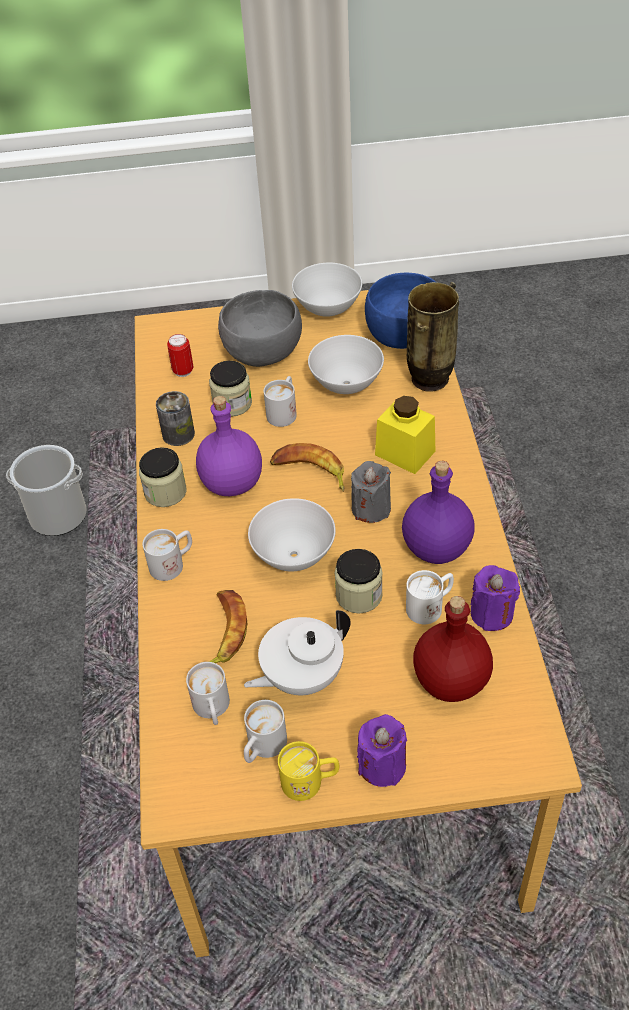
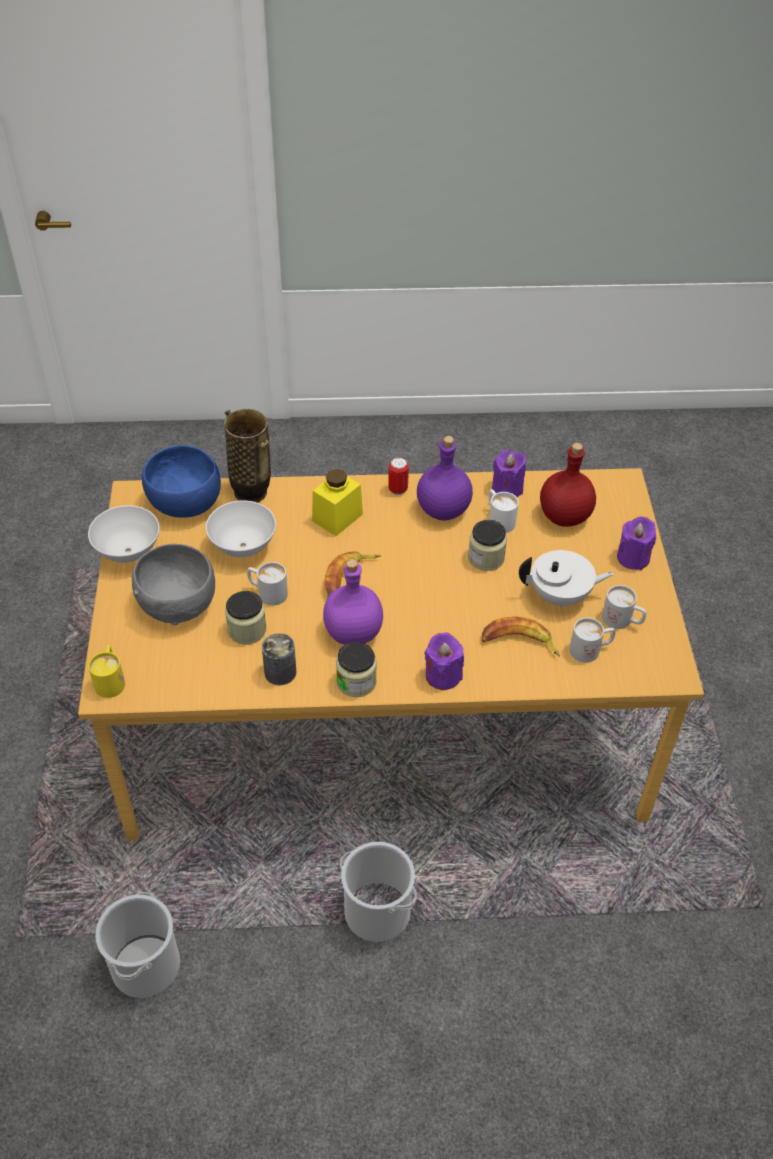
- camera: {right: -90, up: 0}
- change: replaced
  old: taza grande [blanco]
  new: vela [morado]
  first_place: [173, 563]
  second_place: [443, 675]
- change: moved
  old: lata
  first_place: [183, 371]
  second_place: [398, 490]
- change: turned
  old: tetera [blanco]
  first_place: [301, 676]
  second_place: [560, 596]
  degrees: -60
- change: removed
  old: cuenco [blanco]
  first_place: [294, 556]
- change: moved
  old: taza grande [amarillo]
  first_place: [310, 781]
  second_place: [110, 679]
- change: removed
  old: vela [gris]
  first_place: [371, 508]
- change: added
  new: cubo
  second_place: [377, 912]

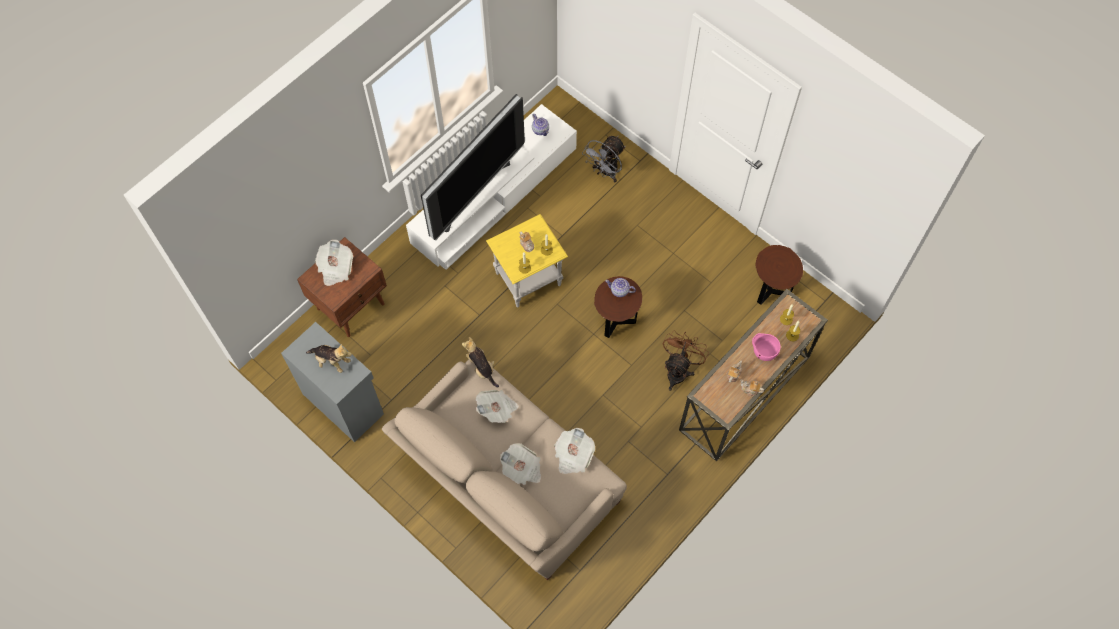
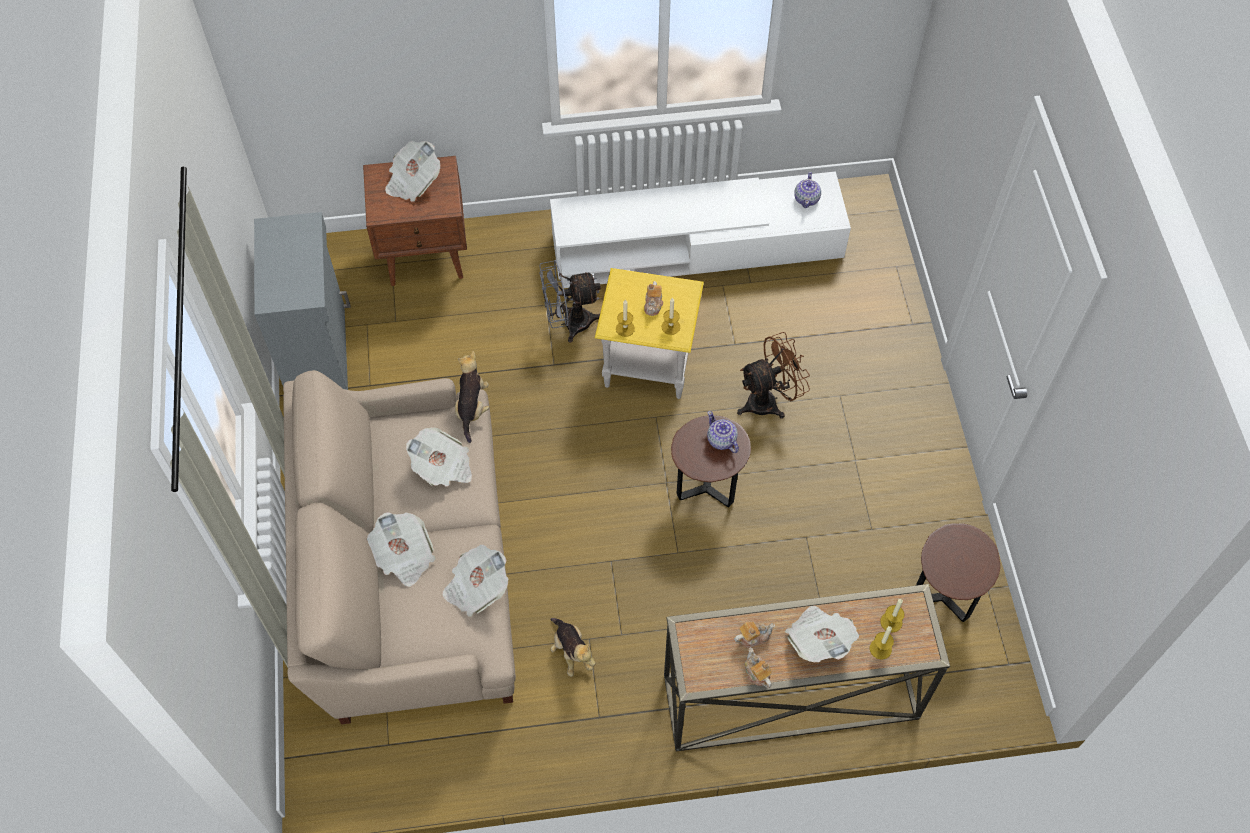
- camera: {right: 40, up: -5}
- change: moved
  old: peluche
  first_place: [331, 361]
  second_place: [571, 652]
- change: removed
  old: televisor
  first_place: [472, 192]
- change: moved
  old: ventilador [gris]
  first_place: [605, 172]
  second_place: [569, 323]
- change: moved
  old: ventilador [marrón]
  first_place: [678, 370]
  second_place: [769, 401]
- change: replaced
  old: cuenco [rosa]
  new: periódico
  first_place: [763, 352]
  second_place: [819, 640]

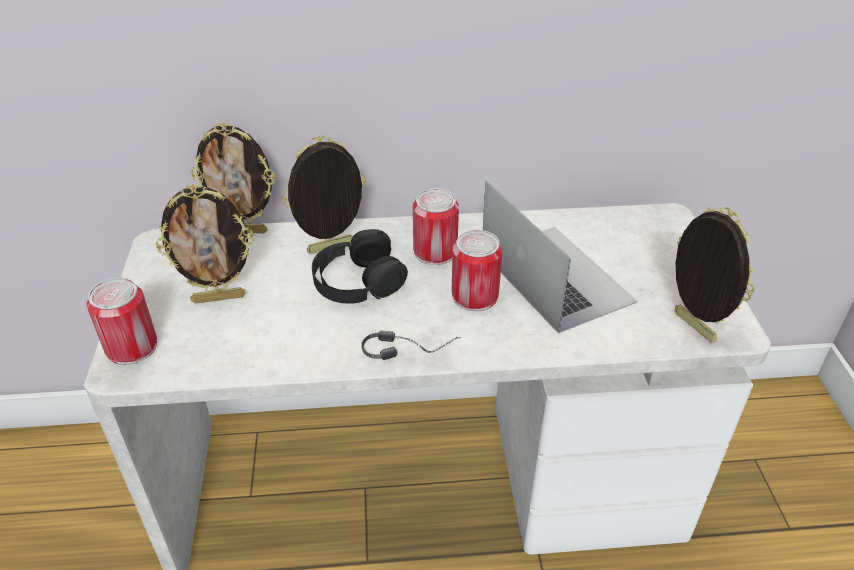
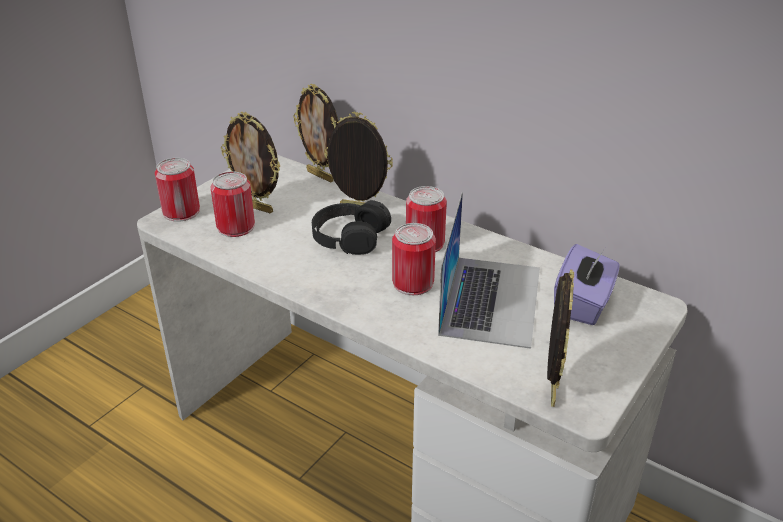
- camera: {right: 40, up: -5}
- change: removed
  old: auriculares
  first_place: [410, 348]
- change: added
  new: lata
  second_place: [236, 227]
- change: added
  new: caja de pañuelos [morado]
  second_place: [583, 304]

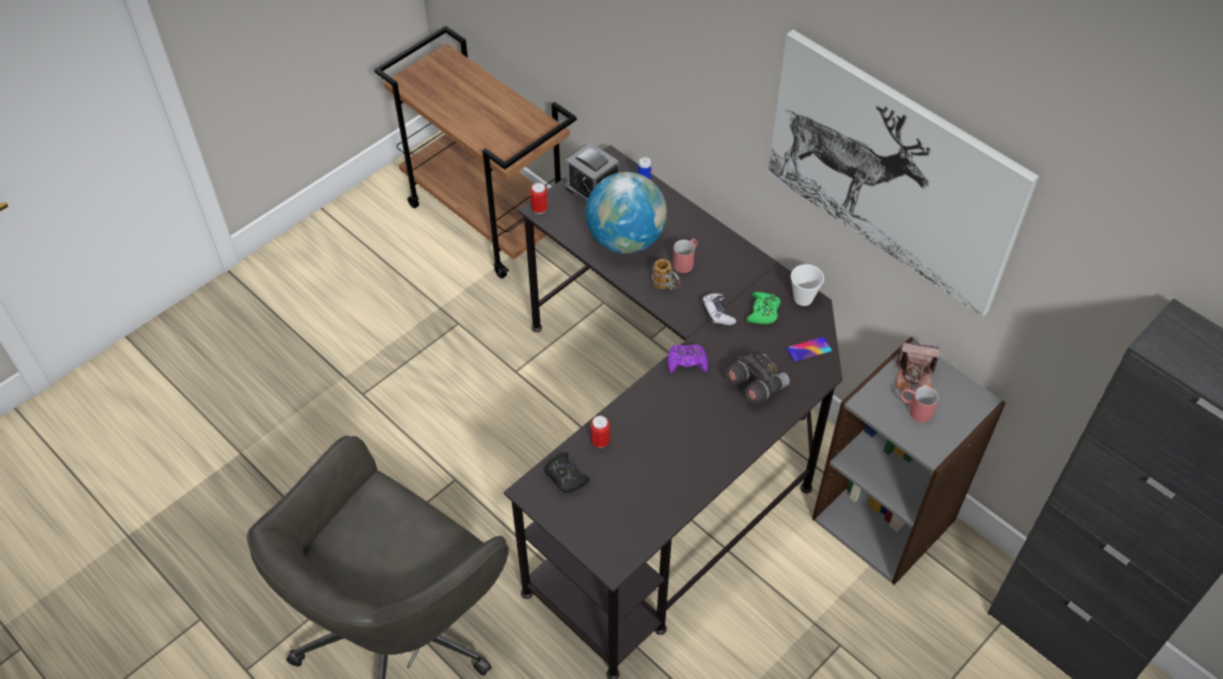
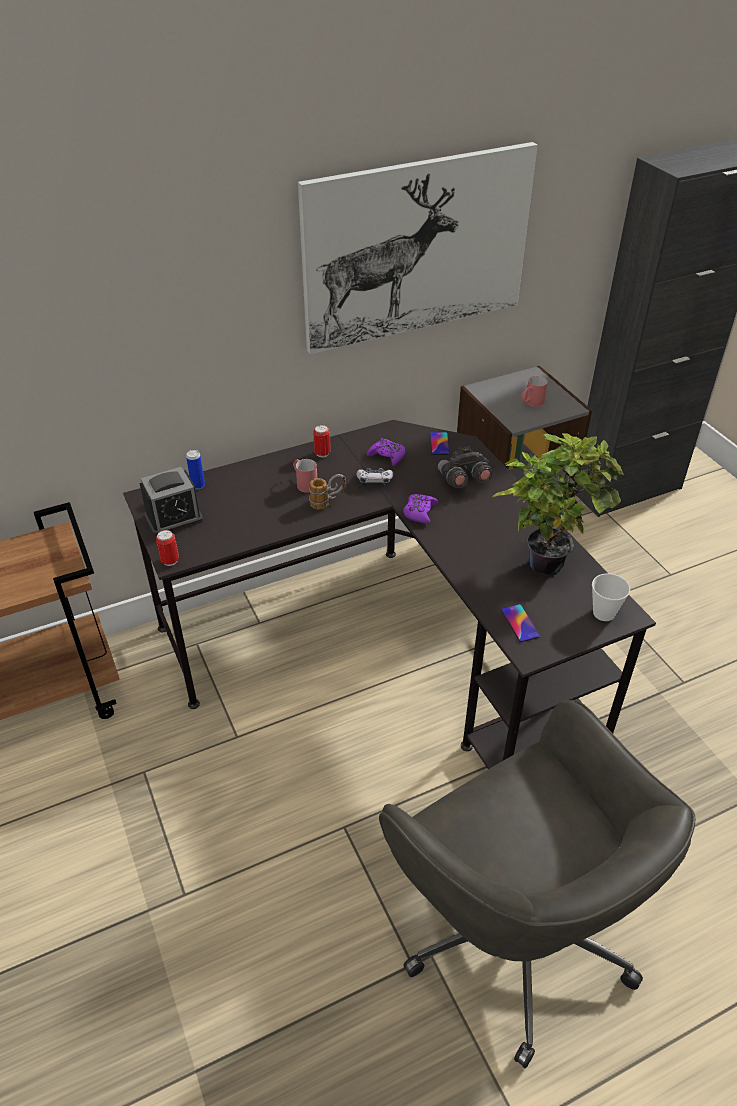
- camera: {right: -70, up: -10}
- change: replaced
  old: mando de consola [negro]
  new: móvil
  first_place: [565, 477]
  second_place: [520, 623]
- change: removed
  old: globo terráqueo
  first_place: [625, 239]
- change: moved
  old: lata
  first_place: [600, 441]
  second_place: [322, 453]
- change: recoloured
  old: mando de consola [verde]
  new: mando de consola [morado]
  first_place: [763, 312]
  second_place: [387, 456]
- change: moved
  old: taza
  first_place: [803, 298]
  second_place: [603, 613]
- change: removed
  old: cámara
  first_place: [914, 376]
- change: added
  new: planta en maceta
  second_place: [546, 558]

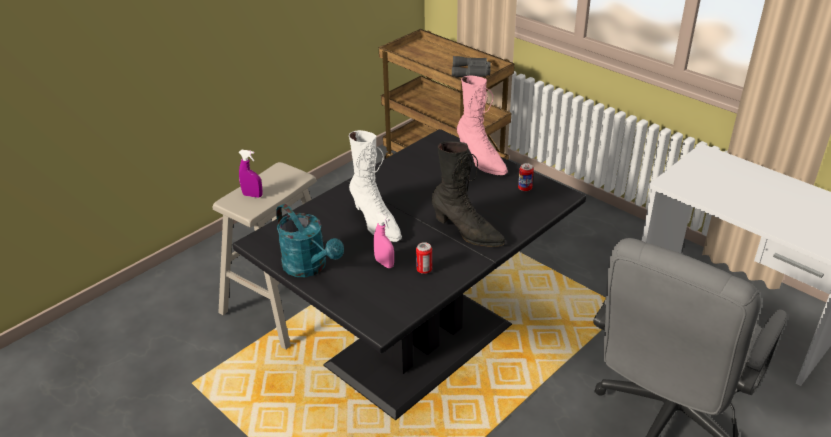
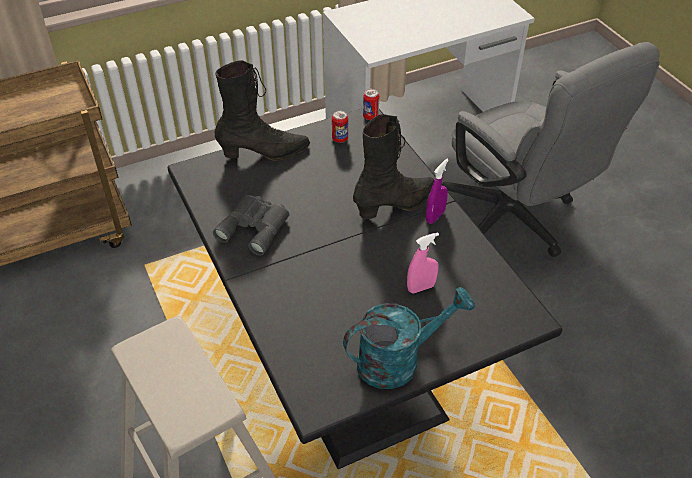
- camera: {right: -70, up: 10}
- change: moved
  old: pulverizador [morado]
  first_place: [252, 195]
  second_place: [435, 216]
- change: removed
  old: bota [blanco]
  first_place: [375, 223]
- change: moved
  old: lata
  first_place: [424, 270]
  second_place: [370, 116]
- change: moved
  old: prismáticos [gris]
  first_place: [472, 72]
  second_place: [255, 227]
- change: recoloured
  old: bota [rosa]
  new: bota [negro]
  first_place: [481, 160]
  second_place: [264, 153]

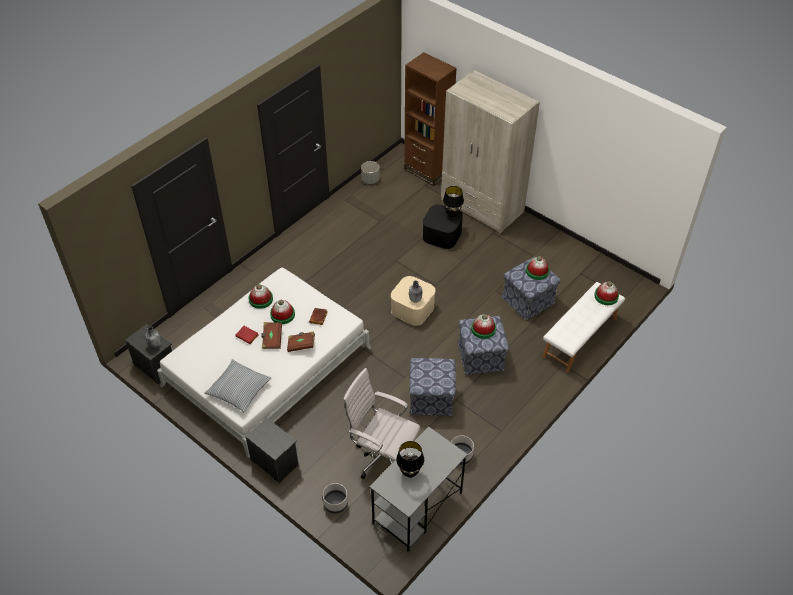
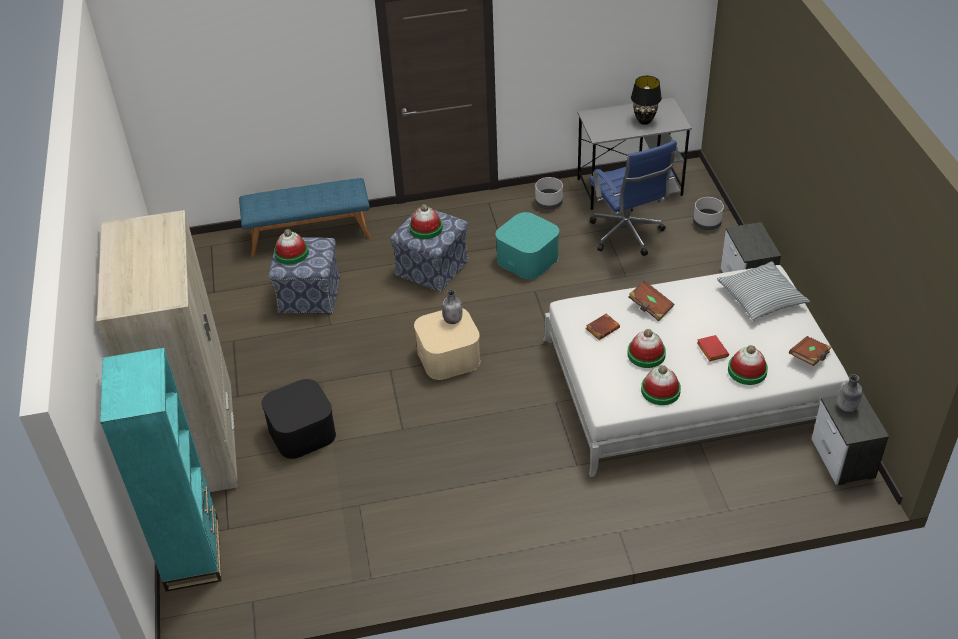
- camera: {right: -140, up: -5}
- change: moved
  old: libro [marrón]
  first_place: [272, 339]
  second_place: [809, 357]
- change: recoloured
  old: silla de oficina [blanco]
  new: silla de oficina [azul]
  first_place: [382, 457]
  second_place: [627, 236]
- change: removed
  old: maceta [gris]
  first_place: [370, 180]
- change: recoloured
  old: estantería [marrón]
  new: estantería [turquesa]
  first_place: [427, 171]
  second_place: [193, 554]
- change: replaced
  old: puf
  new: caja de almacenaje [turquesa]
  first_place: [431, 398]
  second_place: [527, 258]
- change: removed
  old: lámpara de mesa [negro]
  first_place: [452, 214]
- change: recoloured
  old: banco [blanco]
  new: banco [azul]
  first_place: [580, 338]
  second_place: [309, 234]
- change: moved
  old: sombrero
  first_place: [606, 296]
  second_place: [747, 370]

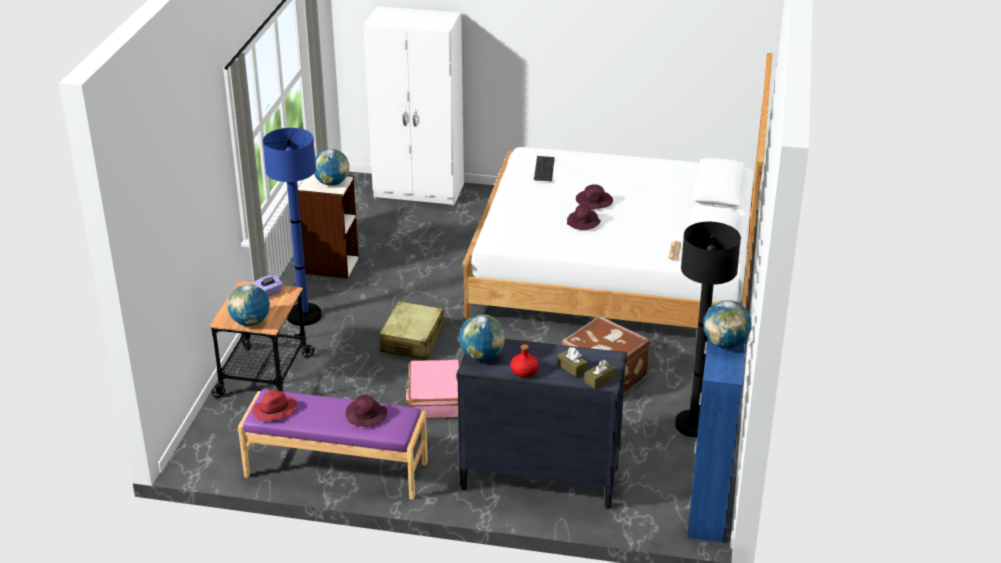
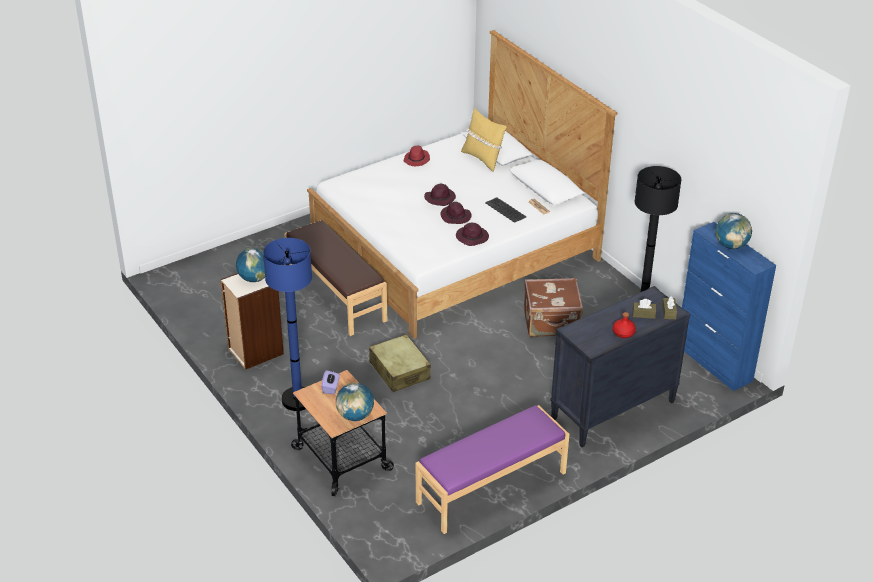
- camera: {right: -45, up: 5}
- change: moved
  old: sombrero [rojo]
  first_place: [274, 411]
  second_place: [417, 160]
- change: moved
  old: sombrero [morado]
  first_place: [366, 415]
  second_place: [472, 237]
- change: removed
  old: armario ropero [blanco]
  first_place: [419, 191]
- change: removed
  old: maleta [rosa]
  first_place: [434, 398]
- change: removed
  old: globo terráqueo
  first_place: [482, 356]
- change: moved
  old: teclado
  first_place: [544, 169]
  second_place: [505, 210]
- change: added
  new: banco [marrón]
  second_place: [336, 294]
- change: added
  new: cojín [amarillo]
  second_place: [482, 159]

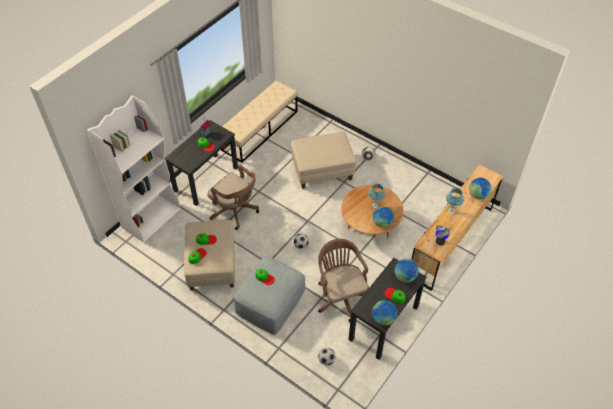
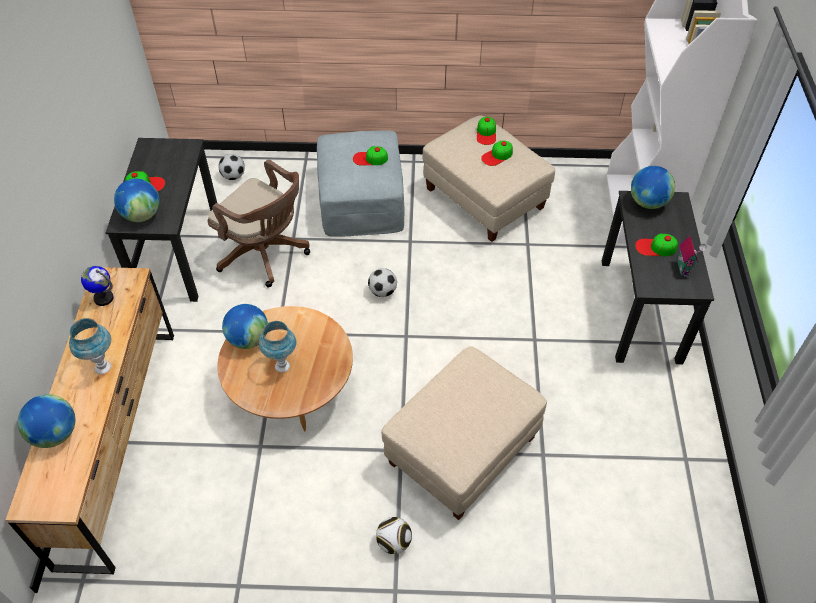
- camera: {right: 145, up: 0}
- change: removed
  old: silla de oficina [marrón]
  first_place: [236, 211]
- change: removed
  old: banco [beis]
  first_place: [260, 130]
- change: moved
  old: globo terráqueo
  first_place: [383, 319]
  second_place: [647, 202]

